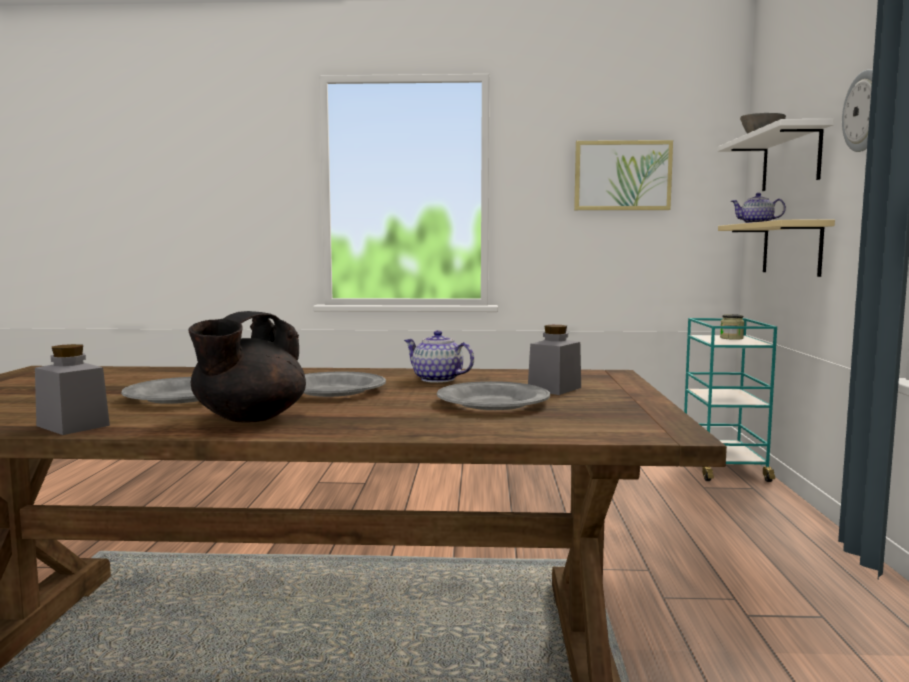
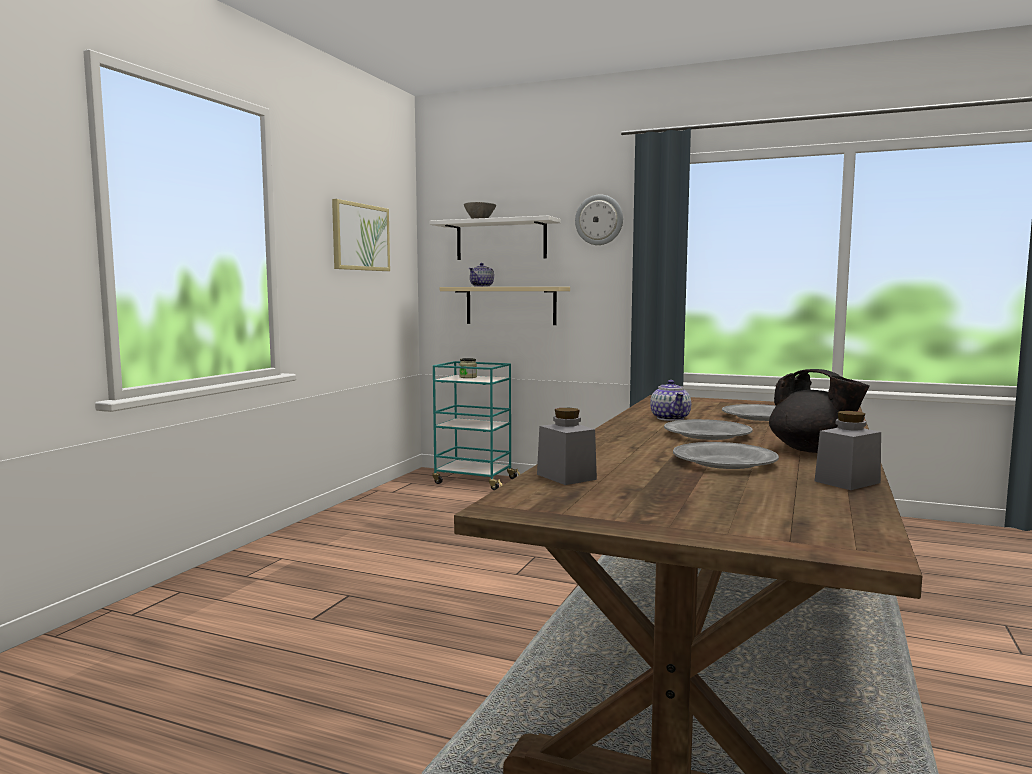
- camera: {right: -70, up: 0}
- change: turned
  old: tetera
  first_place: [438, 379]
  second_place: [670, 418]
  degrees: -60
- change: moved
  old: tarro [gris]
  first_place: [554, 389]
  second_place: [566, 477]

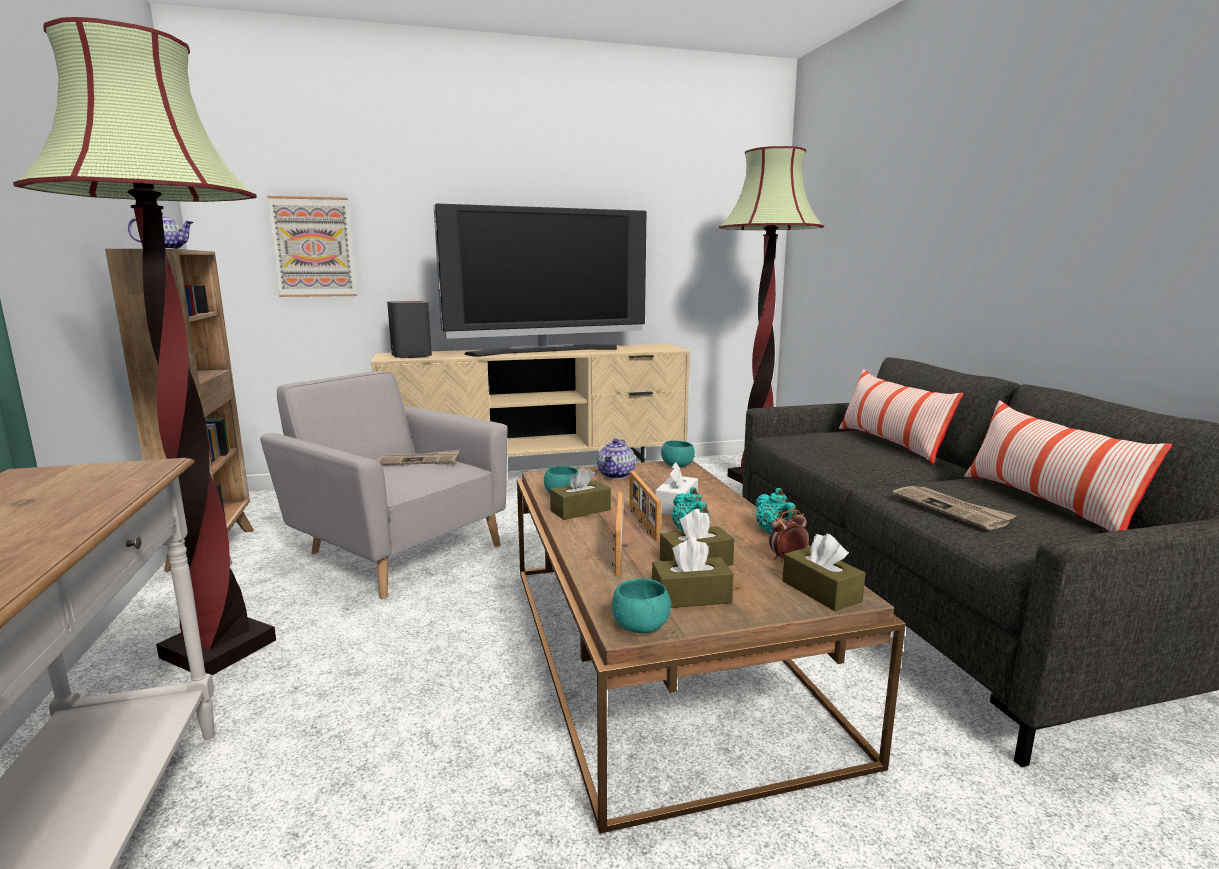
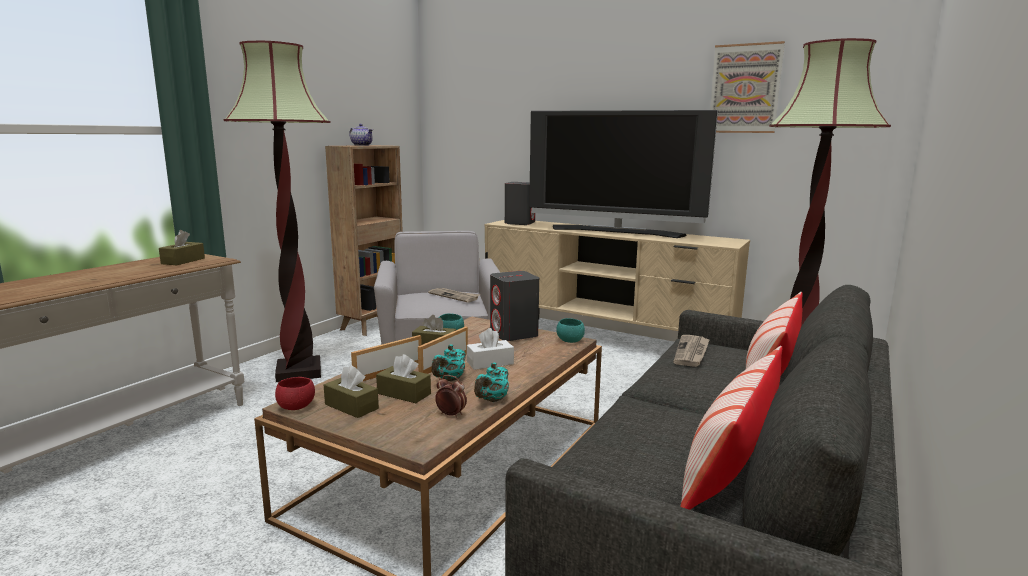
- camera: {right: 45, up: 0}
- change: moved
  old: cuadro
  first_place: [313, 247]
  second_place: [745, 89]
- change: replaced
  old: tetera
  new: altavoz [gris]
  first_place: [616, 475]
  second_place: [514, 334]
- change: recoloured
  old: cuenco [turquesa]
  new: cuenco [rojo]
  first_place: [641, 627]
  second_place: [296, 407]
- change: moved
  old: caja de pañuelos [marrón]
  first_place: [821, 591]
  second_place: [183, 261]
- change: moved
  old: periódico
  first_place: [951, 509]
  second_place: [692, 353]

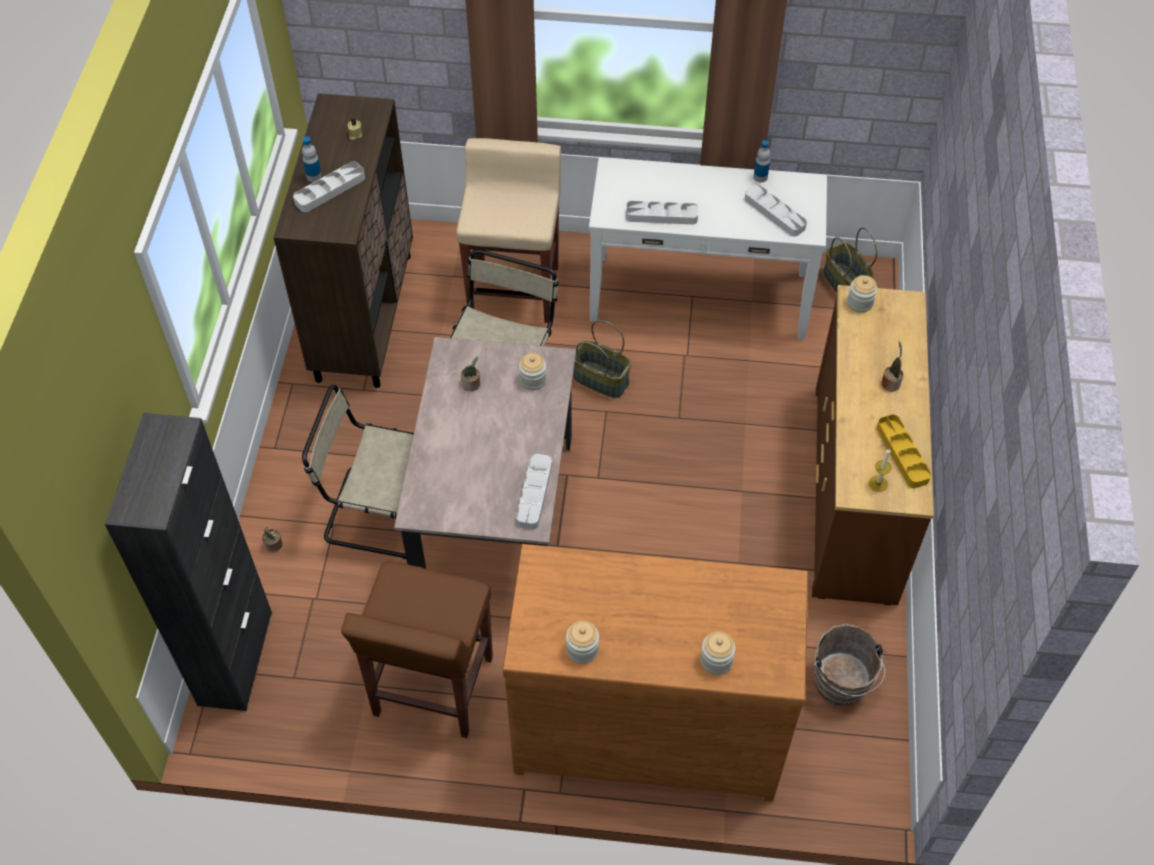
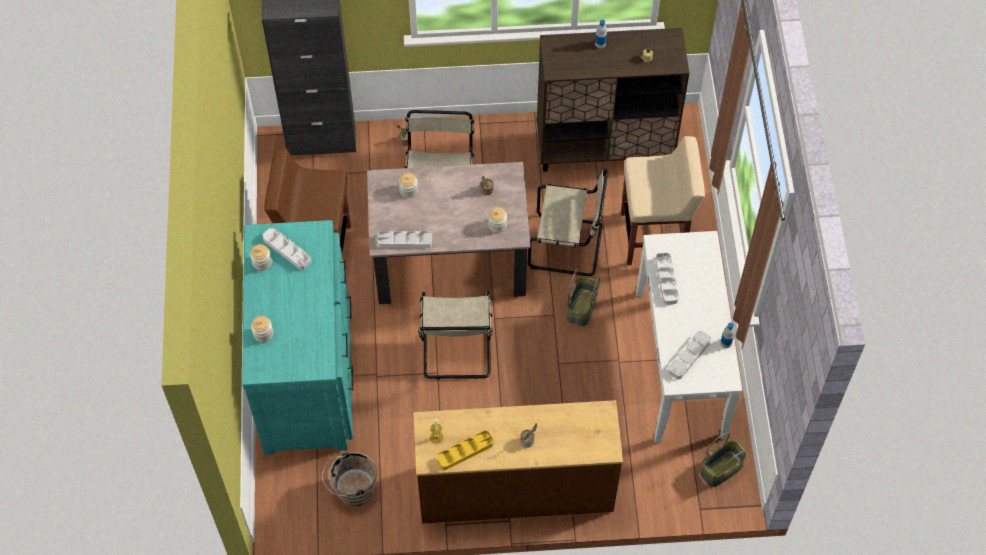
- camera: {right: 80, up: 5}
- change: moved
  old: bandeja [gris]
  first_place: [330, 190]
  second_place: [287, 250]
- change: recoloured
  old: cómoda [marrón]
  new: cómoda [turquesa]
  first_place: [647, 723]
  second_place: [308, 374]
- change: moved
  old: tarro
  first_place: [860, 303]
  second_place: [408, 190]
- change: added
  new: silla [beis]
  second_place: [457, 351]

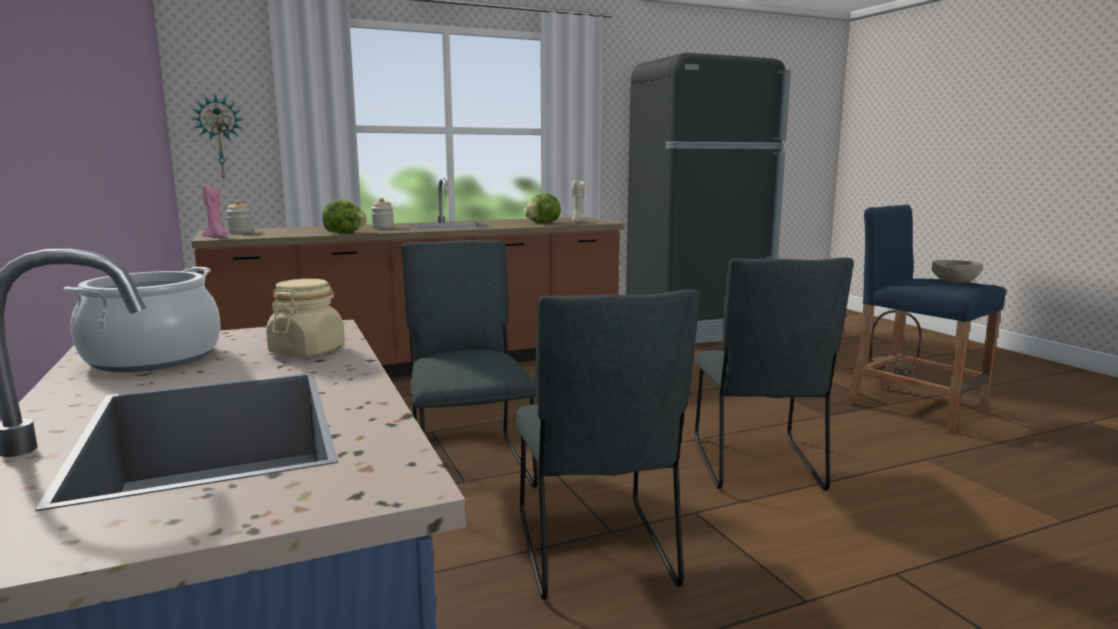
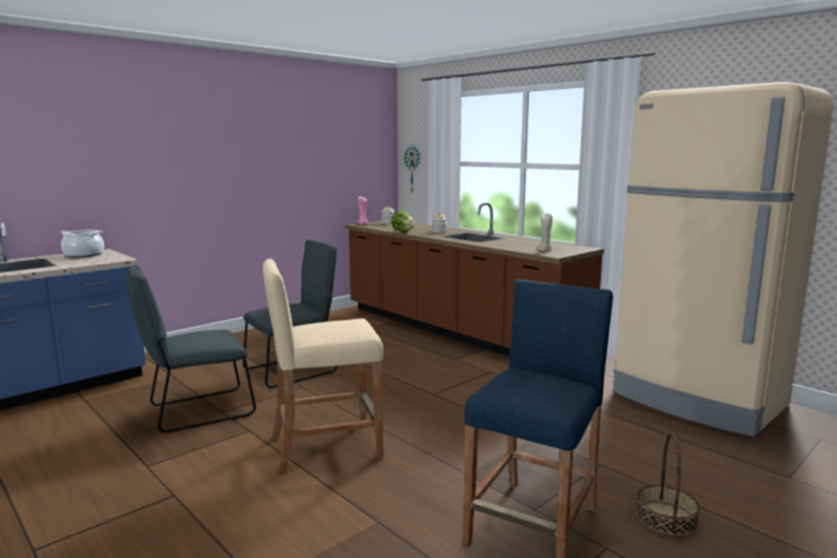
- camera: {right: 70, up: 0}
- change: removed
  old: tarro [beis]
  first_place: [307, 351]
- change: removed
  old: lechuga
  first_place: [542, 222]
- change: recoloured
  old: nevera [negro]
  new: nevera [beis]
  first_place: [698, 330]
  second_place: [698, 399]
- change: replaced
  old: silla [gris]
  new: taburete [beis]
  first_place: [758, 467]
  second_place: [325, 446]
- change: removed
  old: cuenco [gris]
  first_place: [954, 282]

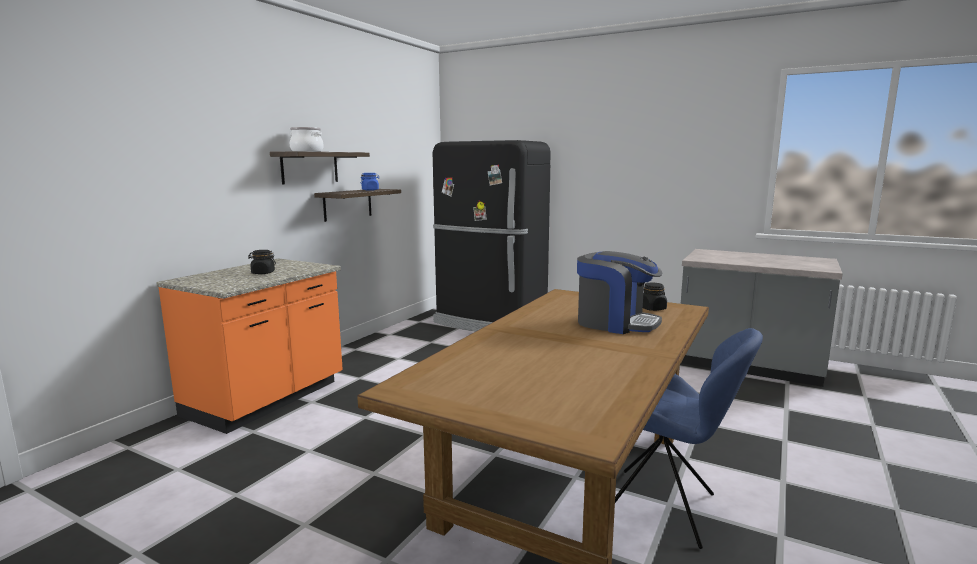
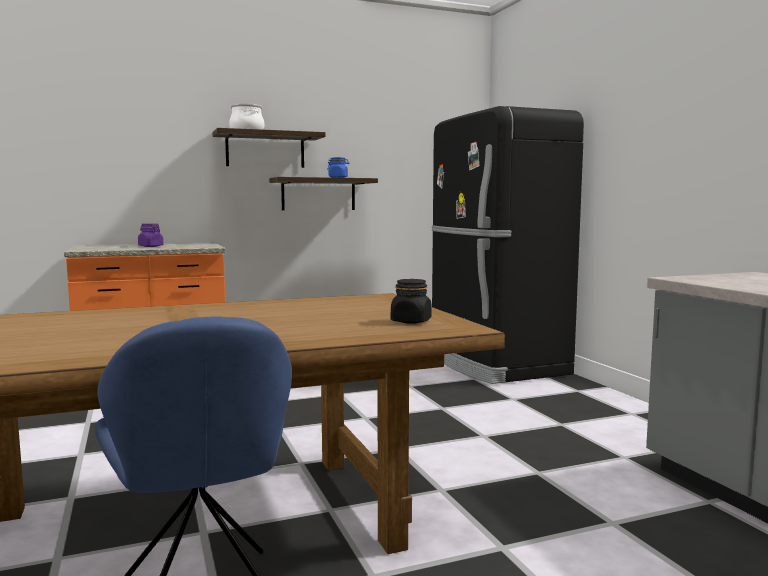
- camera: {right: 40, up: -5}
- change: recoloured
  old: tarro [negro]
  new: tarro [morado]
  first_place: [263, 273]
  second_place: [150, 246]
- change: removed
  old: cafetera
  first_place: [615, 323]

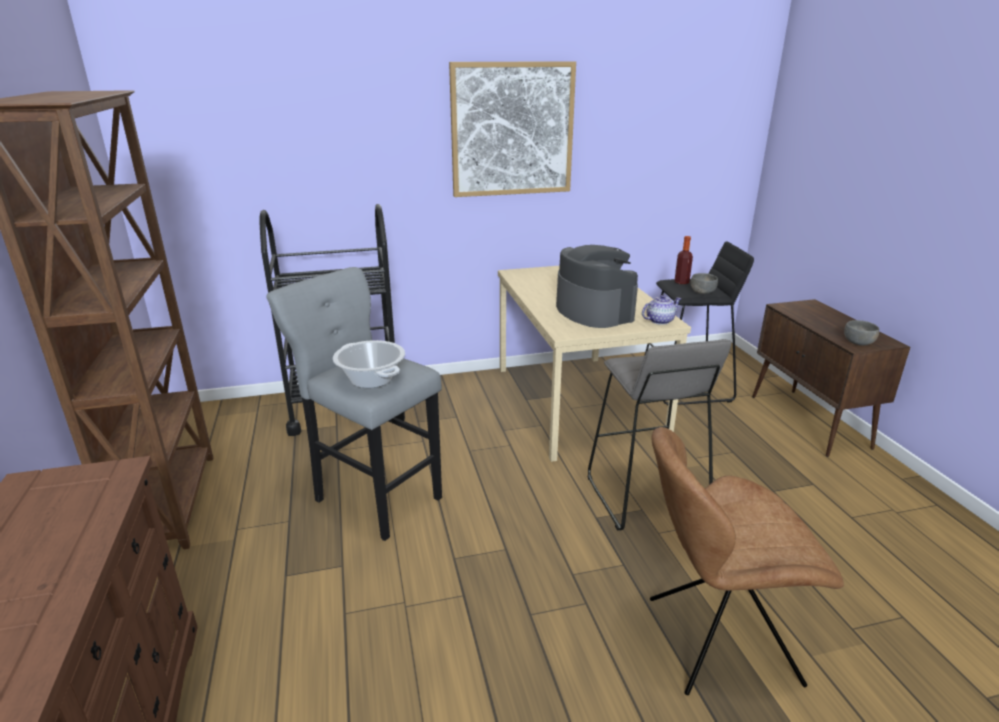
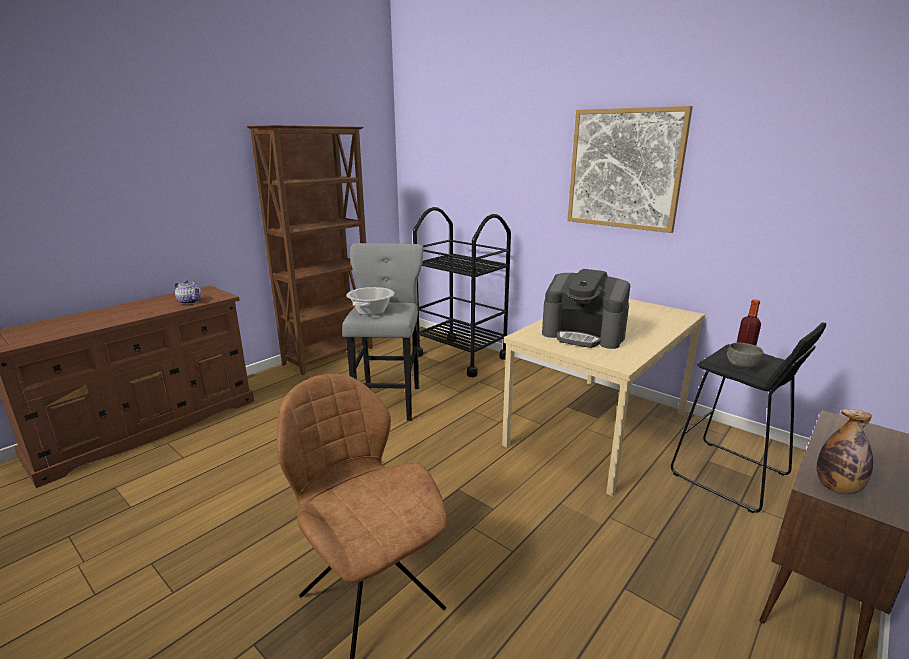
- camera: {right: 55, up: -5}
- change: turned
  old: cafetera
  first_place: [593, 311]
  second_place: [584, 335]
  degrees: 90
- change: removed
  old: taburete [gris]
  first_place: [644, 496]
- change: moved
  old: tetera
  first_place: [659, 321]
  second_place: [190, 302]
- change: replaced
  old: cuenco [gris]
  new: botella
  first_place: [858, 342]
  second_place: [837, 488]

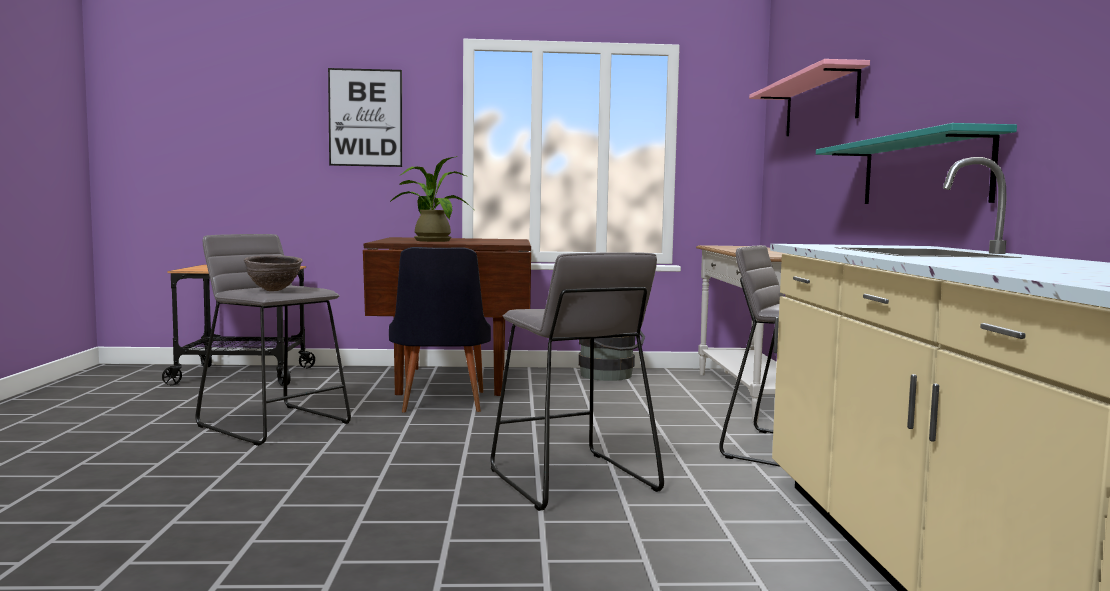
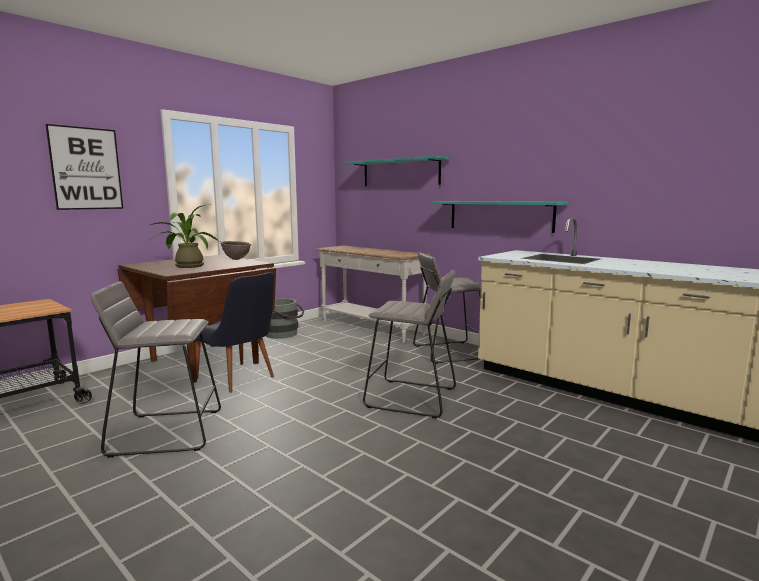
- camera: {right: -45, up: 5}
- change: moved
  old: cuenco [marrón]
  first_place: [273, 290]
  second_place: [236, 259]
- change: recoloured
  old: estante [rosa]
  new: estante [turquesa]
  first_place: [820, 104]
  second_place: [400, 172]

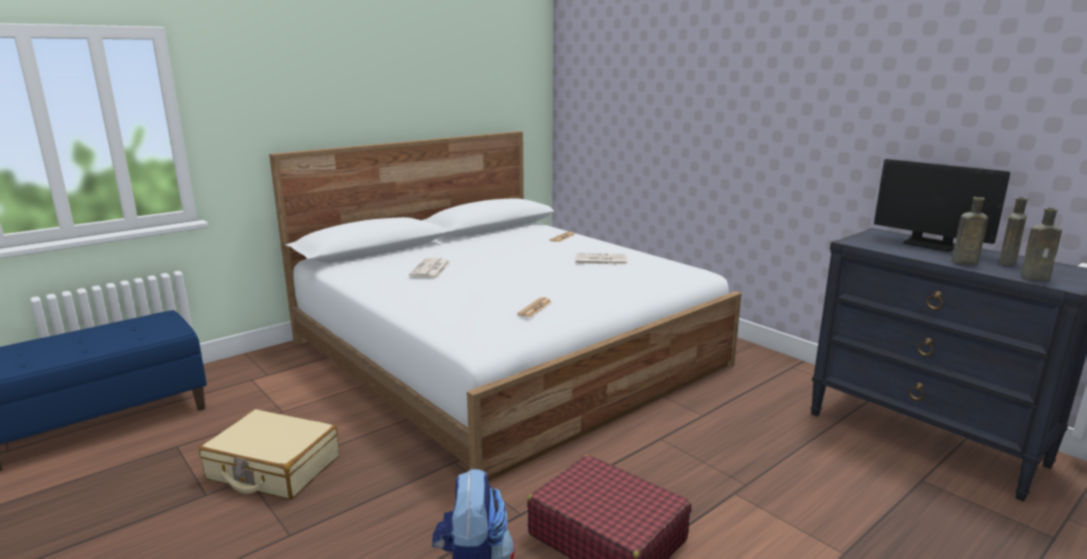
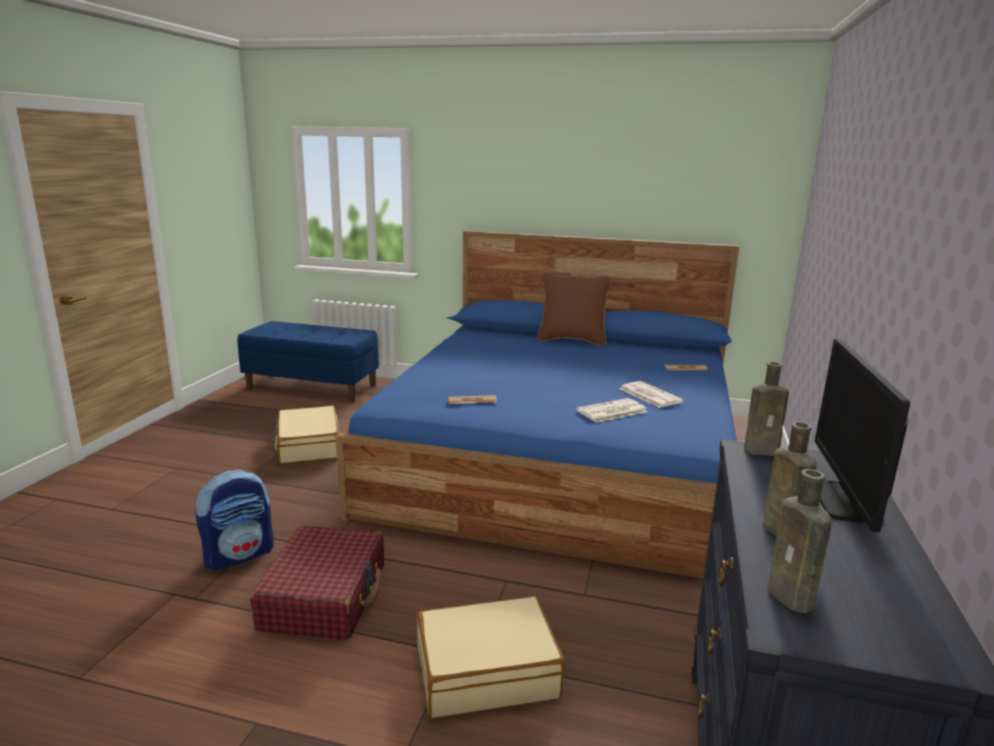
- camera: {right: 55, up: 0}
- change: recoloured
  old: cama [blanco]
  new: cama [azul]
  first_place: [505, 353]
  second_place: [561, 458]
- change: moved
  old: periódico
  first_place: [431, 269]
  second_place: [611, 411]
- change: moved
  old: botella [marrón]
  first_place: [1007, 262]
  second_place: [763, 451]
- change: added
  new: maleta [beis]
  second_place: [486, 671]
- change: added
  new: cojín [marrón]
  second_place: [572, 340]

